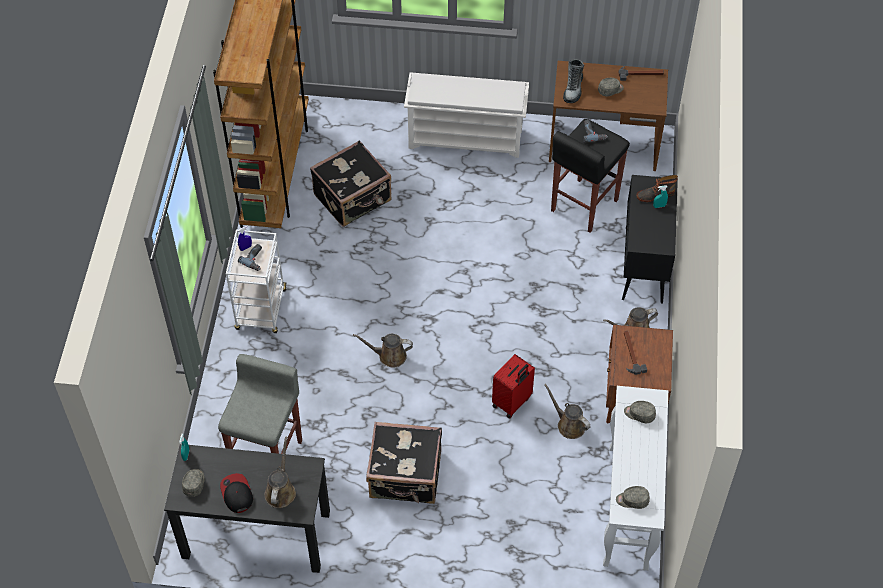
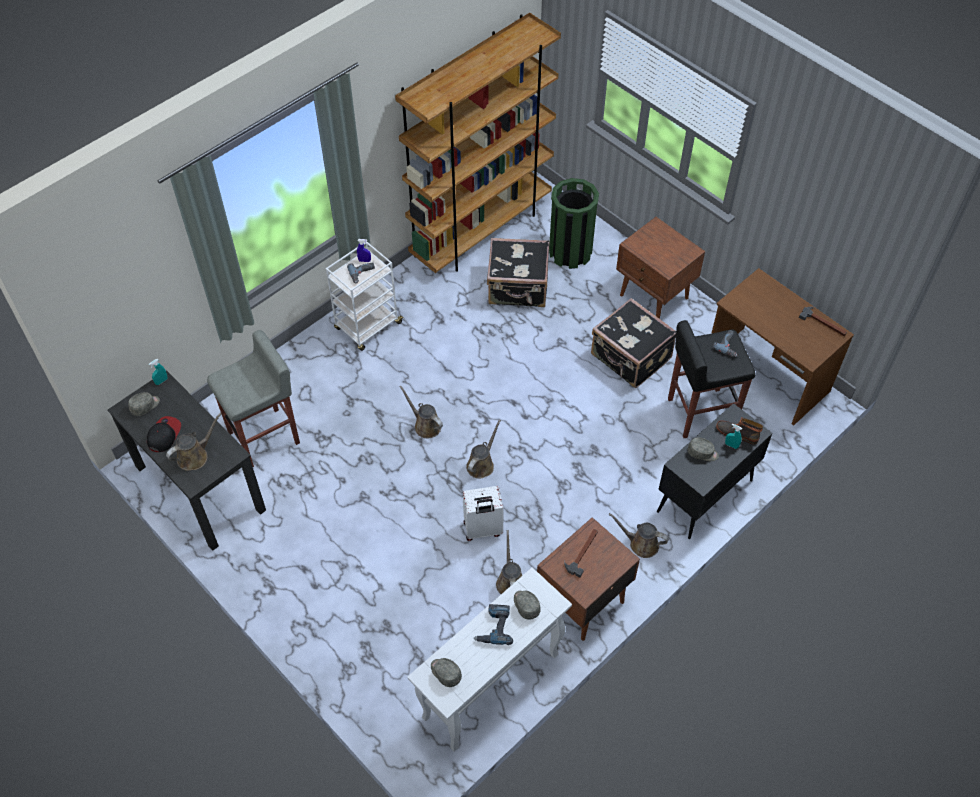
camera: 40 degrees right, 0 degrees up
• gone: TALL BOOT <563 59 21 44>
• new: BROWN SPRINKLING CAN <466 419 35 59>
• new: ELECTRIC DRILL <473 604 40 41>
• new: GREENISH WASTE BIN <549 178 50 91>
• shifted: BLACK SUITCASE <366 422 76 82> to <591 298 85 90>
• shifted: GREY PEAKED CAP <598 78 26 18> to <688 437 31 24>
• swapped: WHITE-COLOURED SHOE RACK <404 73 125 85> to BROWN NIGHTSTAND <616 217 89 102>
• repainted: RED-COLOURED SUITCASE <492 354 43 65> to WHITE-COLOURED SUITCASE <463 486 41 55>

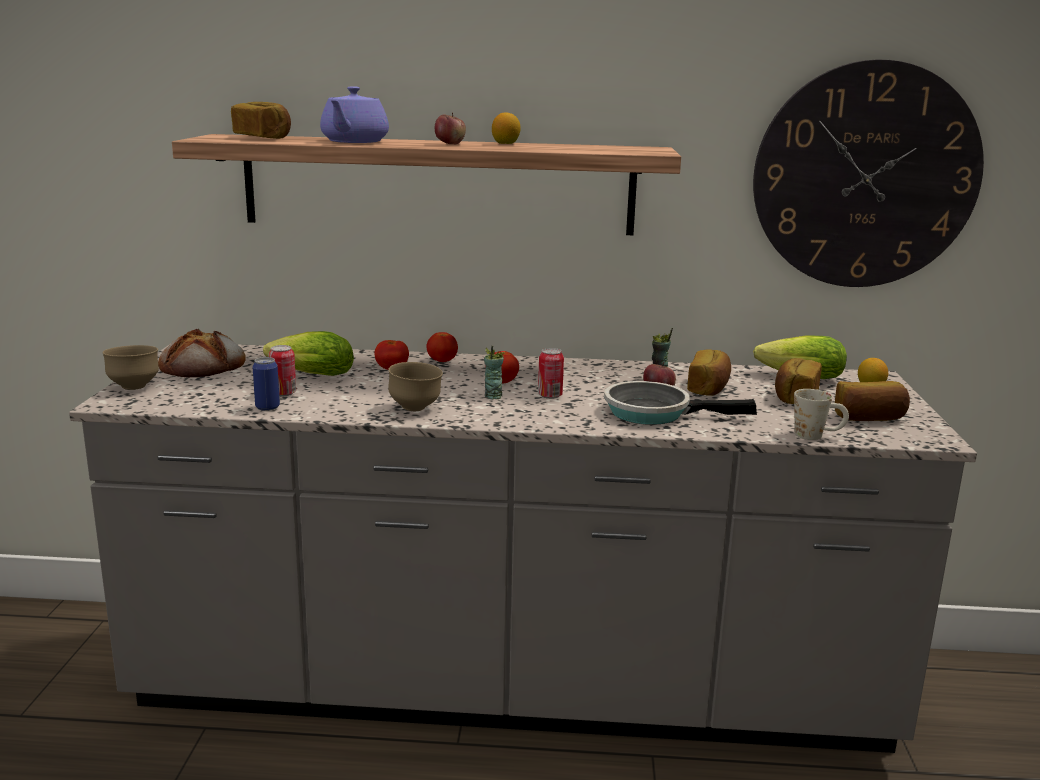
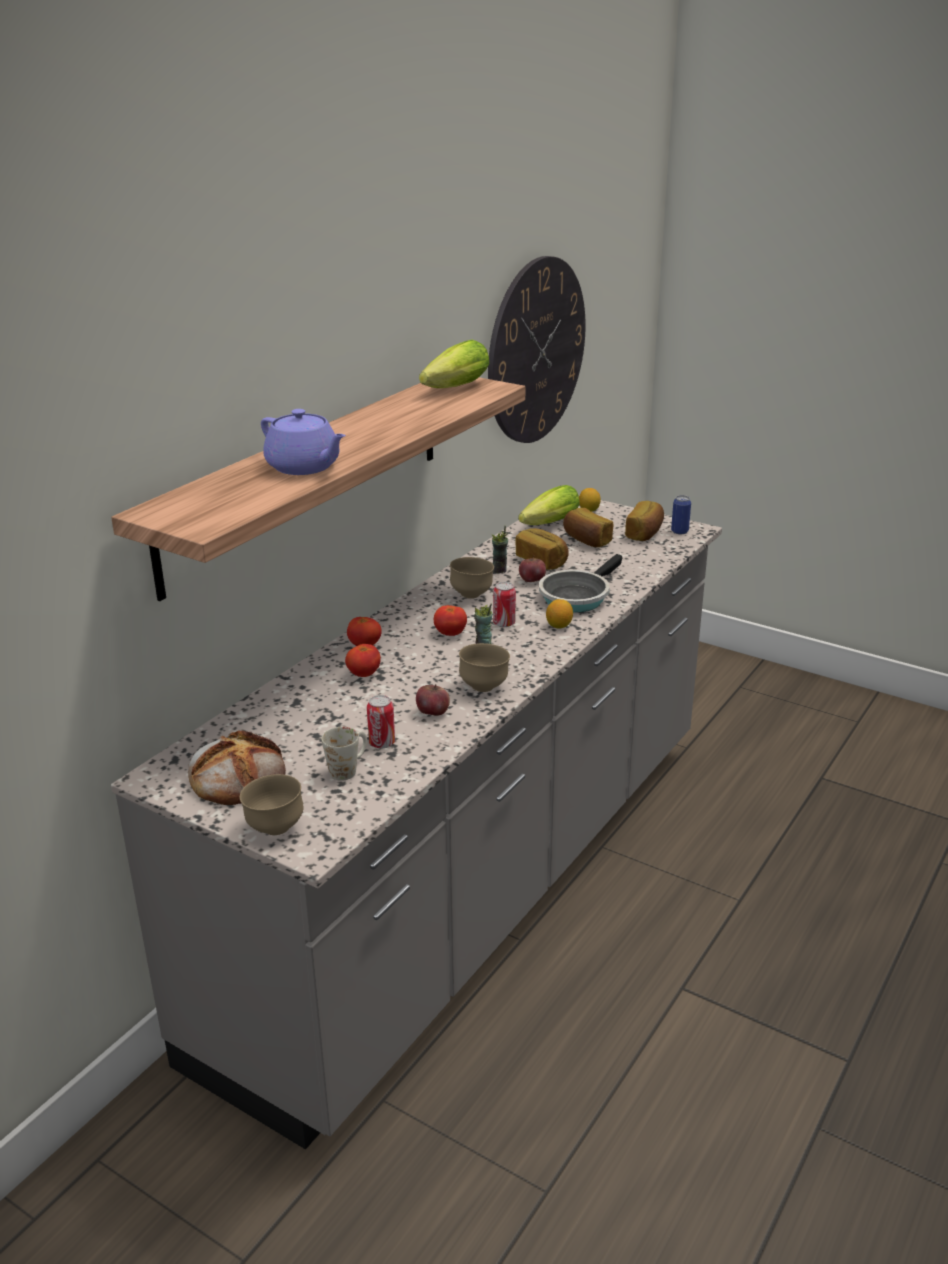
camera: 60 degrees left, 10 degrees up
• gone: BREAD <231 102 60 37>
• new: BROWN BOWL <450 557 44 42>
• shifted: CAN <253 357 27 54> to <671 495 20 39>
• shifted: LETTUCE <263 331 91 45> to <419 340 70 48>
• shifted: APPLE FRUIT <435 112 31 32> to <416 684 34 32>
• shifted: LEMON <492 112 29 32> to <546 599 27 30>
• shifted: WHITE-COLOURED COFFEE MUG <794 389 55 51> to <321 727 46 54>

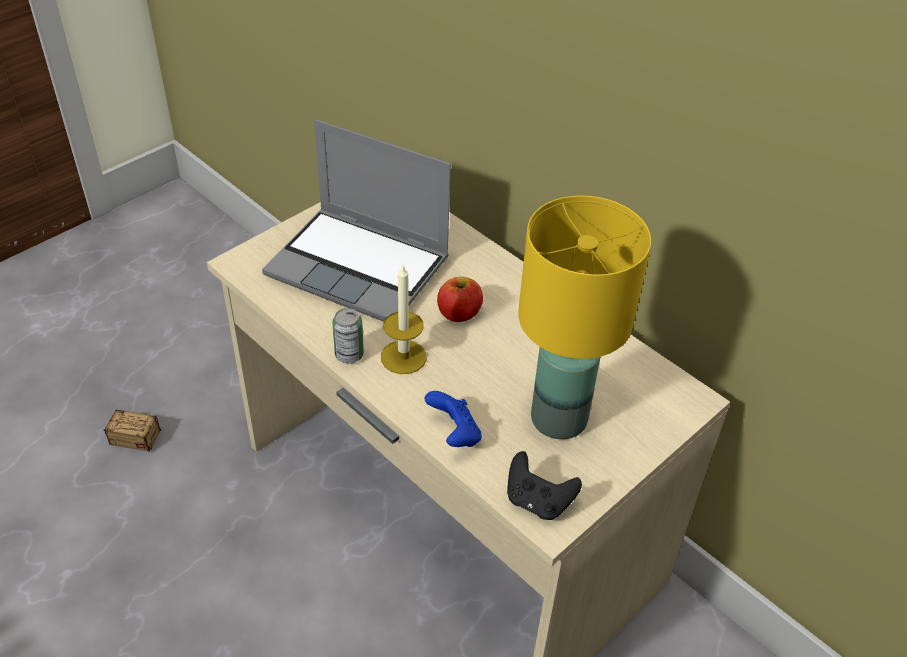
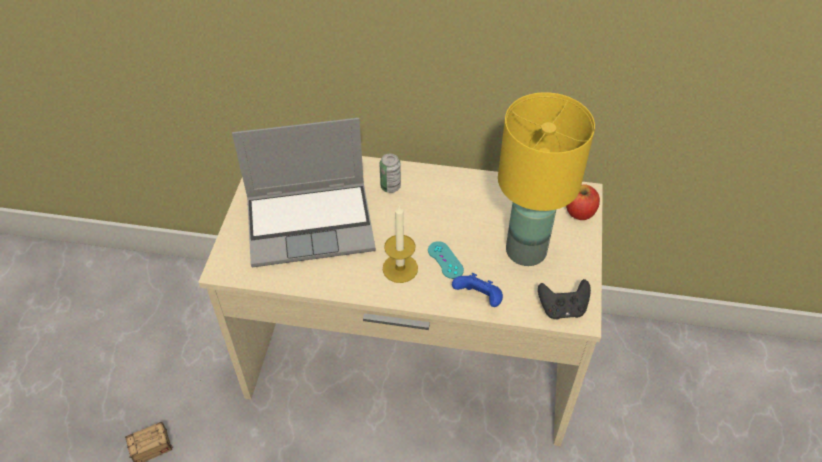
camera: 35 degrees left, 5 degrees up
• new: BLUE-GREEN GAMEPAD <428 241 36 38>
• shifted: CAN <332 308 32 56> to <380 154 21 39>
• shifted: APPLE FRUIT <437 277 46 45> to <566 185 34 35>

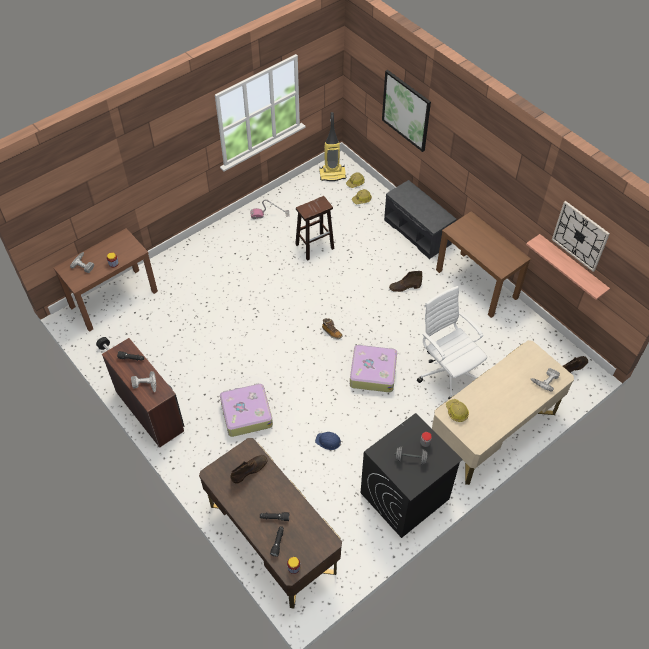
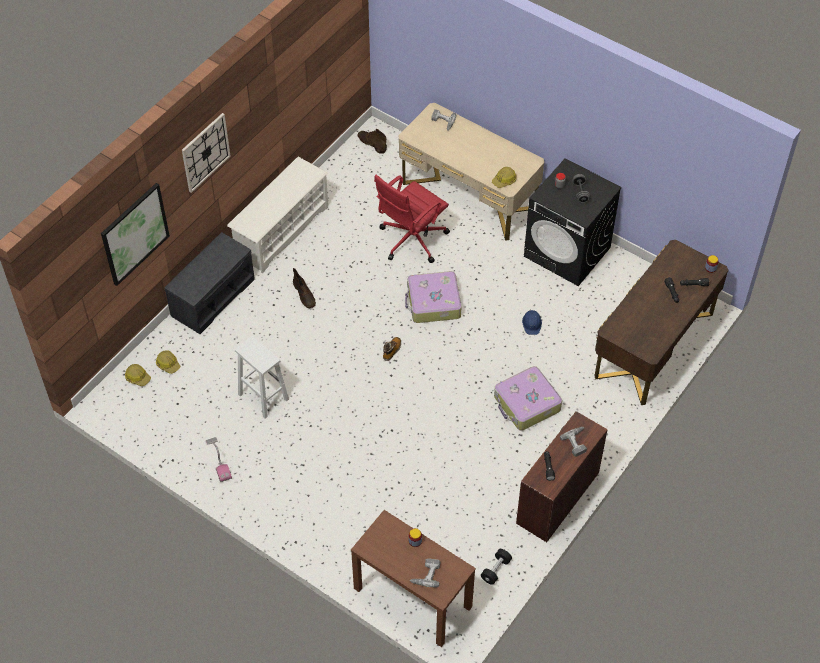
camera: 105 degrees left, 0 degrees up
• gone: BROWN TALL BOOT <230 455 37 29>
• gone: HOOVER <319 112 27 69>
• gone: BRACKET SHELF <526 234 84 66>
• shifted: HANGING CLOCK <552 201 58 71> to <182 113 48 80>
• swapped: BROWN CONSOLE TABLE <436 211 95 107> to WHITE-COLOURED SHOE RACK <227 157 101 116>
• repainted: BROWN STOOL SEAT <295 196 39 65> to WHITE-COLOURED STOOL SEAT <235 336 54 82>
• repainted: WHITE-COLOURED COMPUTER CHAIR <417 286 70 114> to RED-COLOURED COMPUTER CHAIR <374 175 76 88>

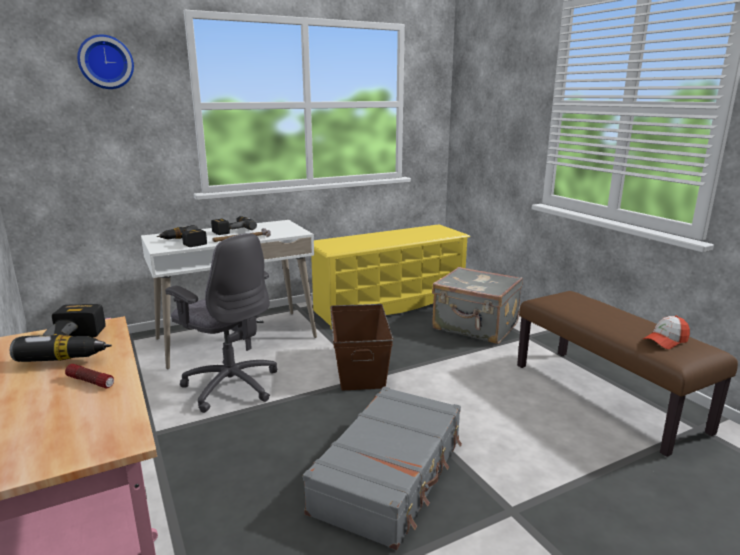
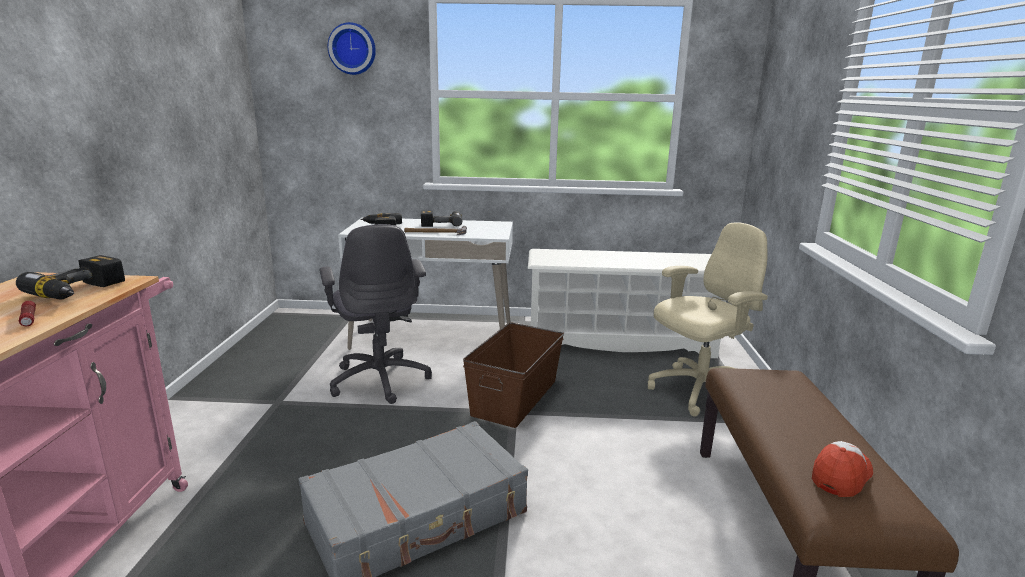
camera: 30 degrees right, 0 degrees up
• swapped: GREY SUITCASE <432 267 91 77> to BEIGE-COLOURED COMPUTER CHAIR <648 222 120 195>
• repainted: YELLOW SHOE RACK <311 224 159 106> to WHITE-COLOURED SHOE RACK <528 249 198 109>
• rotated: PEAKED CAP <643 316 47 33> = <812 441 61 56> 135 degrees clockwise

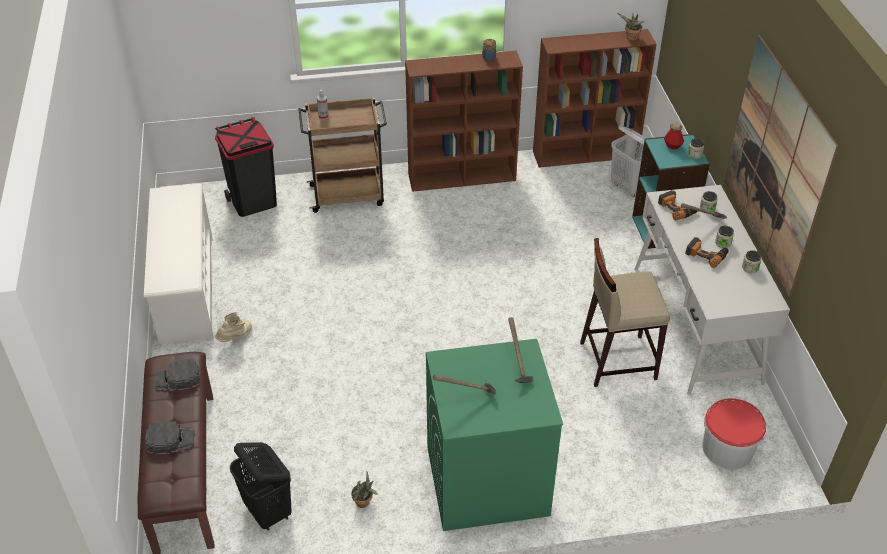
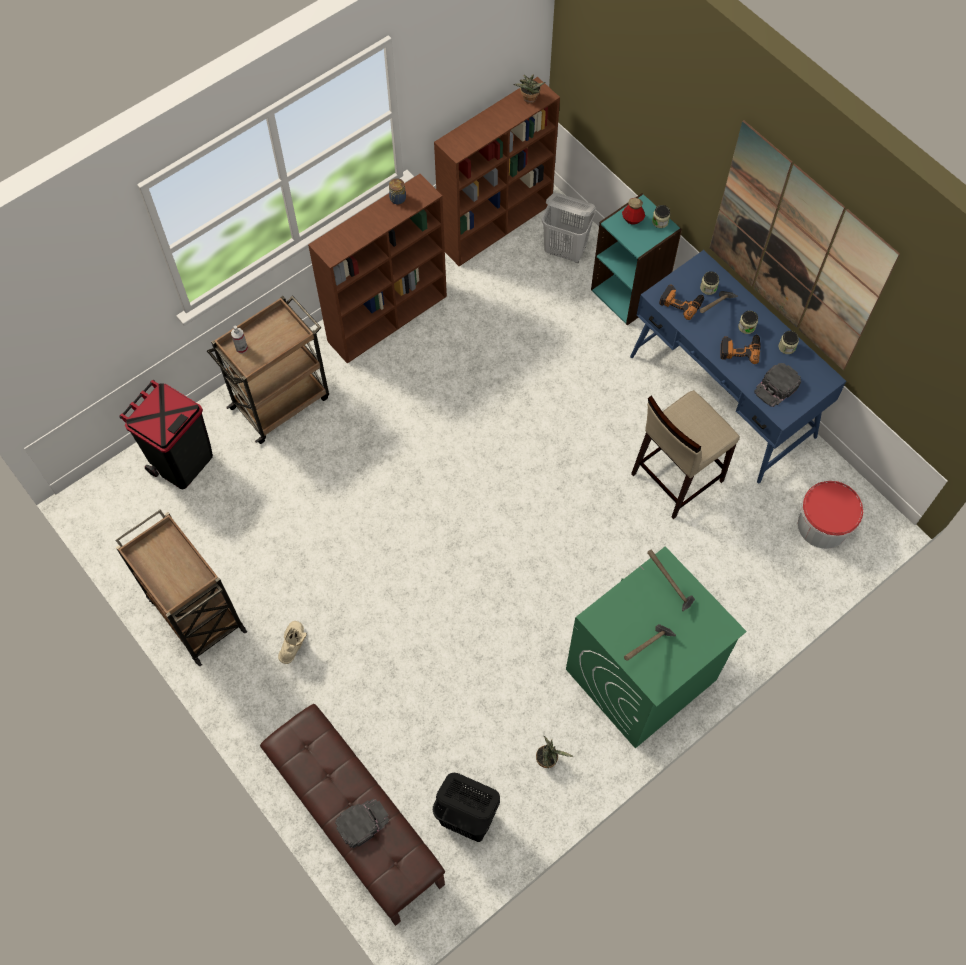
camera: 30 degrees left, 20 degrees up
• shifted: BLACK PEAKED CAP <155 359 45 33> to <754 363 47 44>
• swapped: WHITE-COLOURED SHOE RACK <144 184 69 160> to BROWN CART <116 510 131 156>
• repainted: WHITE-COLOURED DESK UNIT <635 185 155 210> to BLUE-COLOURED DESK UNIT <630 250 216 233>

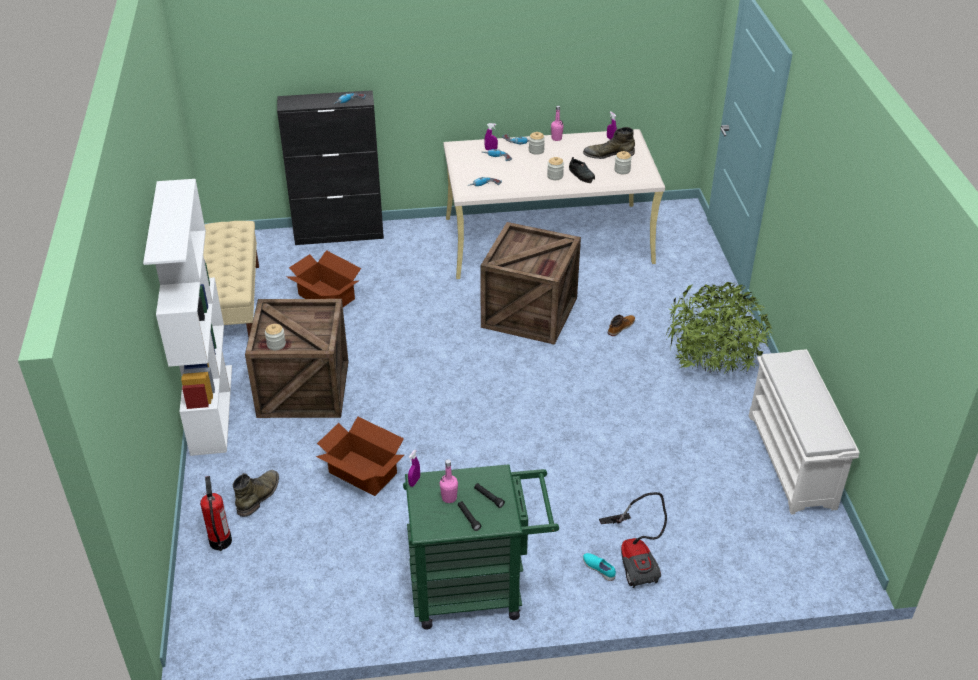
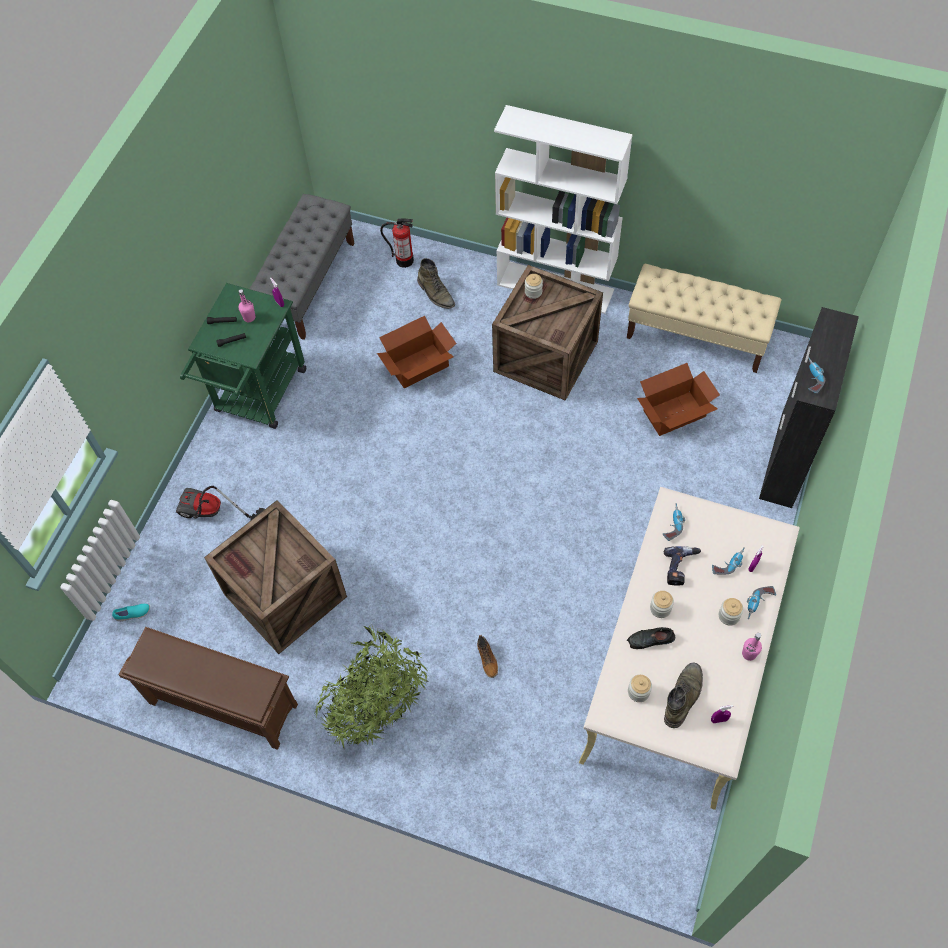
camera: 120 degrees right, 20 degrees up
• new: GREY INDOOR BENCH <250 194 104 146>
• new: ELECTRIC DRILL <664 546 37 40>
• shifted: PACKING CRATE <480 222 101 123> to <204 500 143 154>
• shifted: BLUE-GREEN LOW SHOE <583 553 33 28> to <112 604 38 17>
• repainted: WHITE-COLOURED SHOE RACK <749 349 111 166> to BROWN SHOE RACK <119 627 179 123>

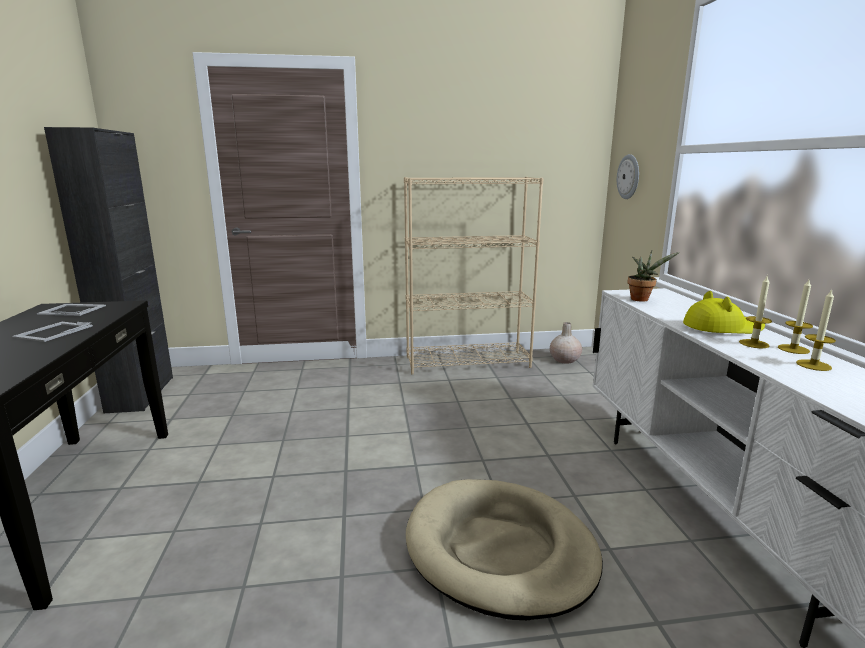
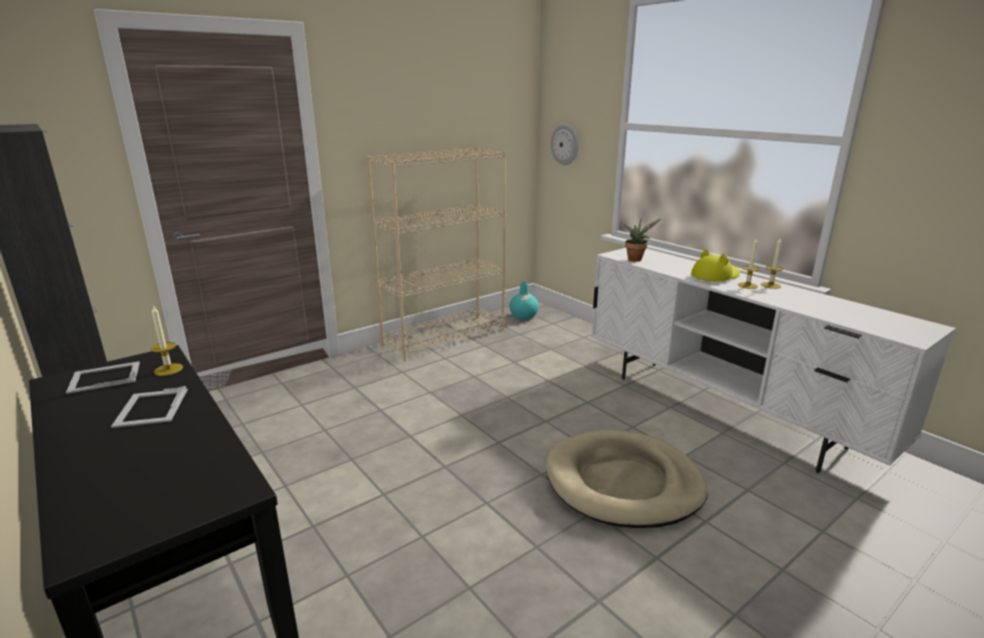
camera: 30 degrees left, 5 degrees up
• shifted: WAX LIGHT <796 289 40 82> to <151 304 32 72>
• repainted: BEIGE-COLOURED VASE <550 322 32 41> to BLUE-GREEN VASE <509 282 30 38>

